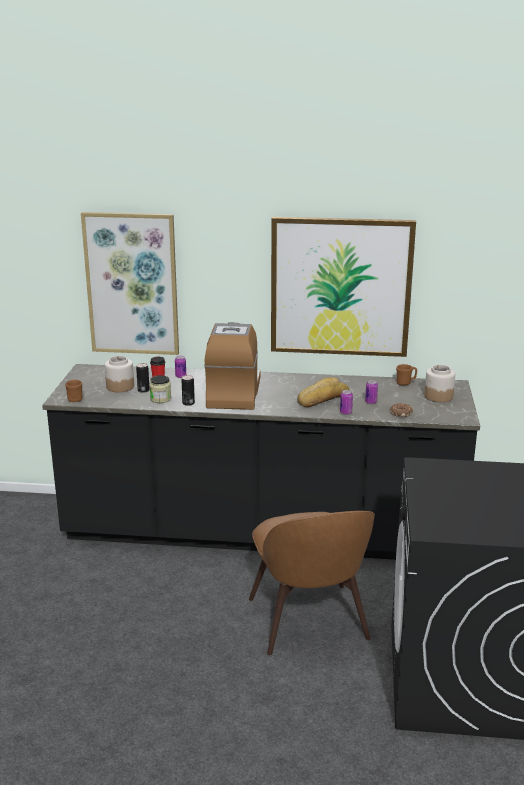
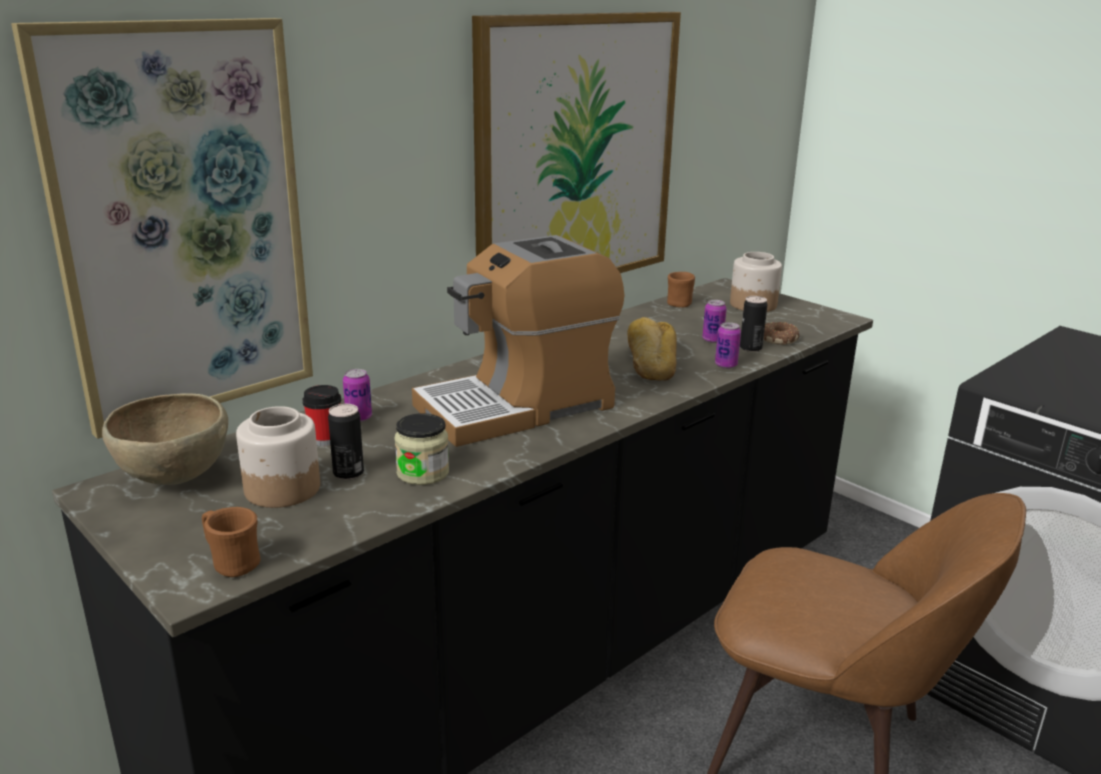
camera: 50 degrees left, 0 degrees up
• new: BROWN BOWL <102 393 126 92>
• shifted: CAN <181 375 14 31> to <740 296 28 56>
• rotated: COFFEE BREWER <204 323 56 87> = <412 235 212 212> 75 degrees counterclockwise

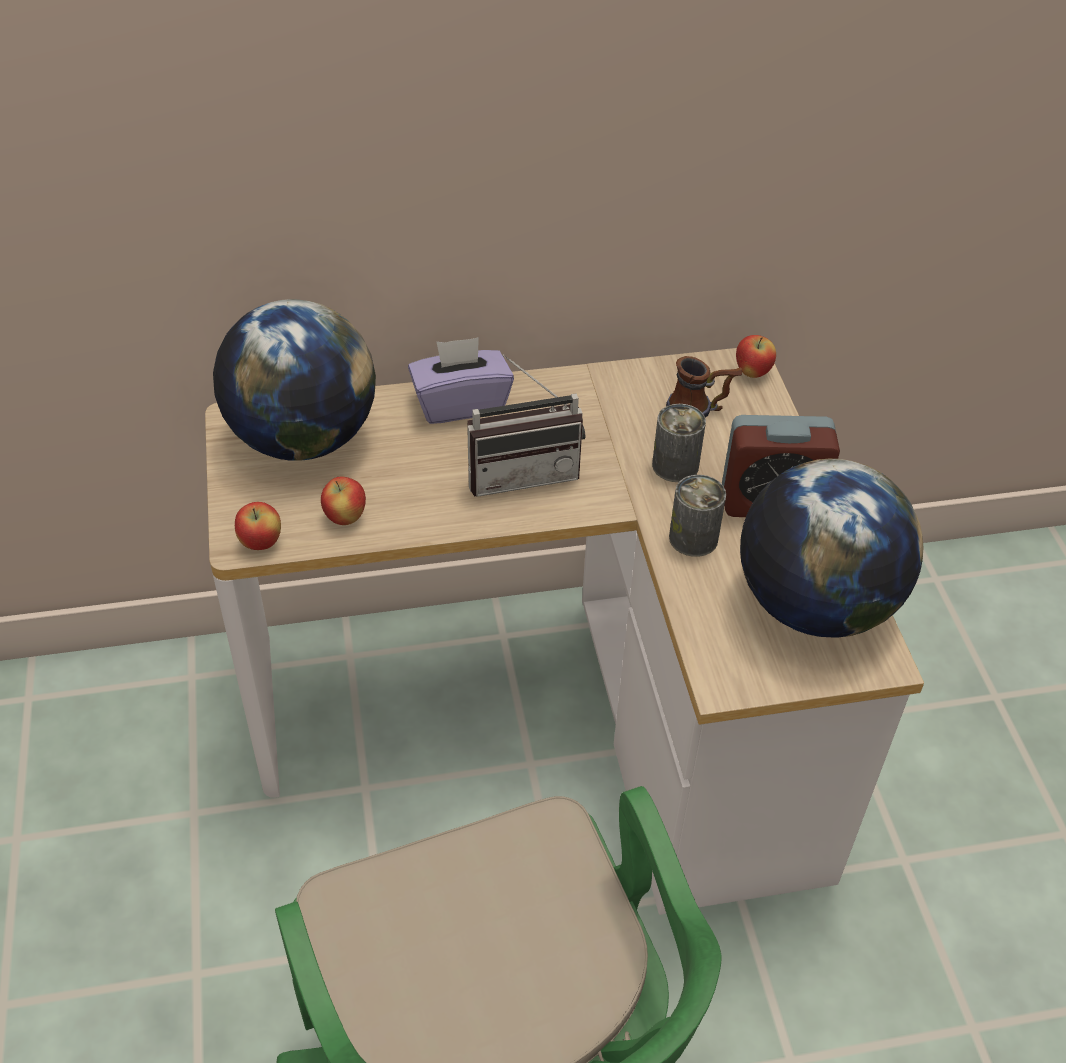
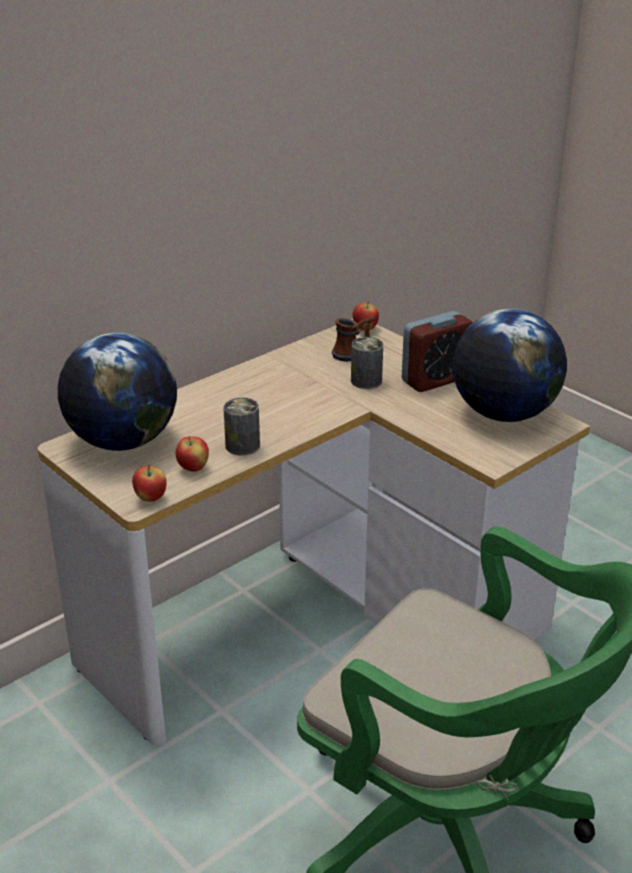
camera: 30 degrees left, 15 degrees down
• gone: PURPLE-COLOURED TISSUE HOLDER <408 337 106 87>
• gone: RADIO SET <467 354 118 143>
• shifted: CAN <669 475 57 82> to <224 398 36 58>

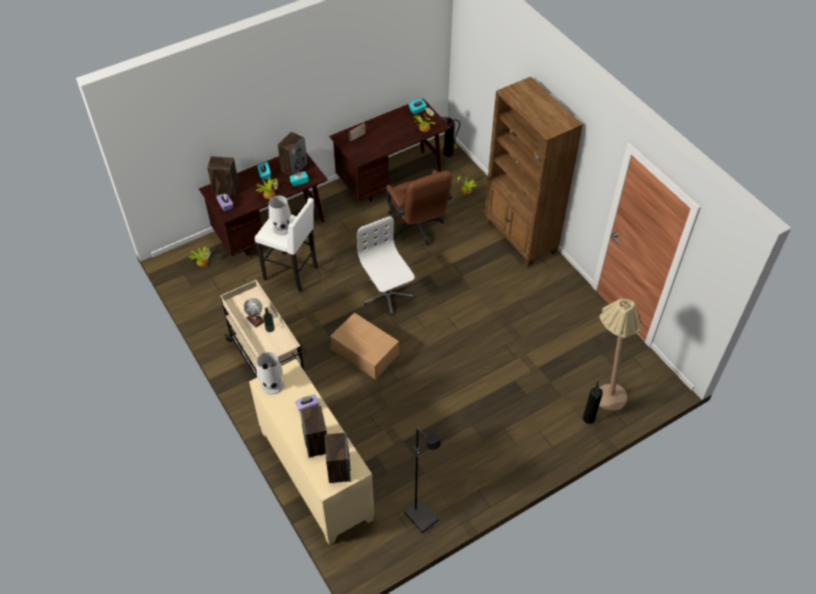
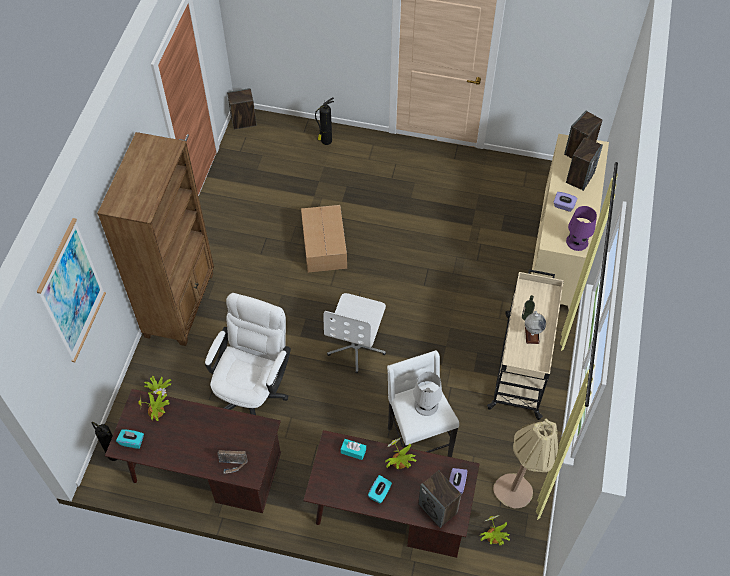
camera: 135 degrees left, 5 degrees up
• gone: BLACK STANDING LAMP <404 426 37 107>
• new: PICTURE <37 218 69 144>
• shifted: AUDIO SPEAKER <278 132 29 44> to <227 88 30 42>
• shifted: CARTON <330 313 69 67> to <301 205 46 68>
• shifted: BEIGE-COLOURED STANDING LAMP <599 298 43 112> to <493 419 66 89>
• repainted: WHITE-COLOURED TABLETOP LAMP <257 352 26 43> to PURPLE-COLOURED TABLETOP LAMP <566 206 31 45>
• repainted: BROWN COMPUTER CHAIR <386 170 66 75> to WHITE-COLOURED COMPUTER CHAIR <205 293 86 122>

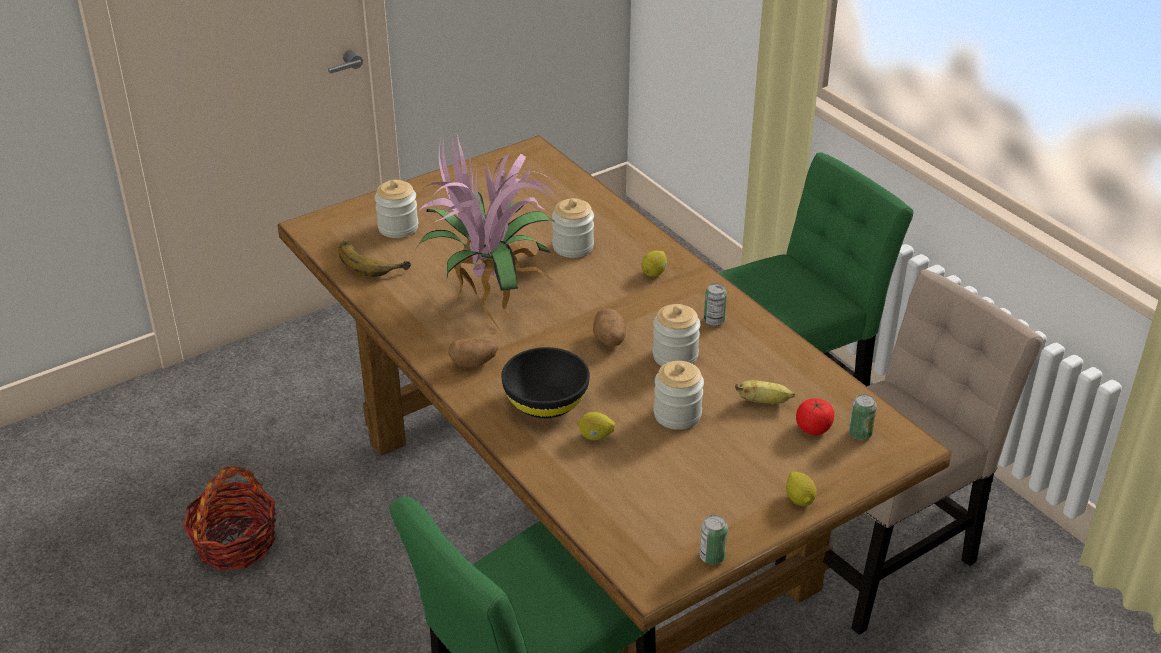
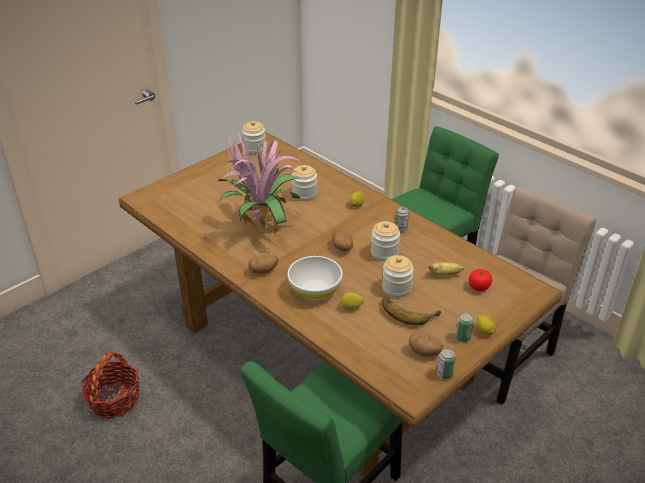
camera: 10 degrees left, 0 degrees up
• new: POTATO <409 333 34 24>
• shifted: BANANA <338 241 73 36> to <382 298 59 27>
• shifted: STORAGE JAR <375 180 43 58> to <242 121 23 33>
• shifted: CAN <849 394 28 46> to <455 313 19 29>
• repainted: BLACK BOWL <501 347 89 71> to WHITE-COLOURED BOWL <288 256 55 44>

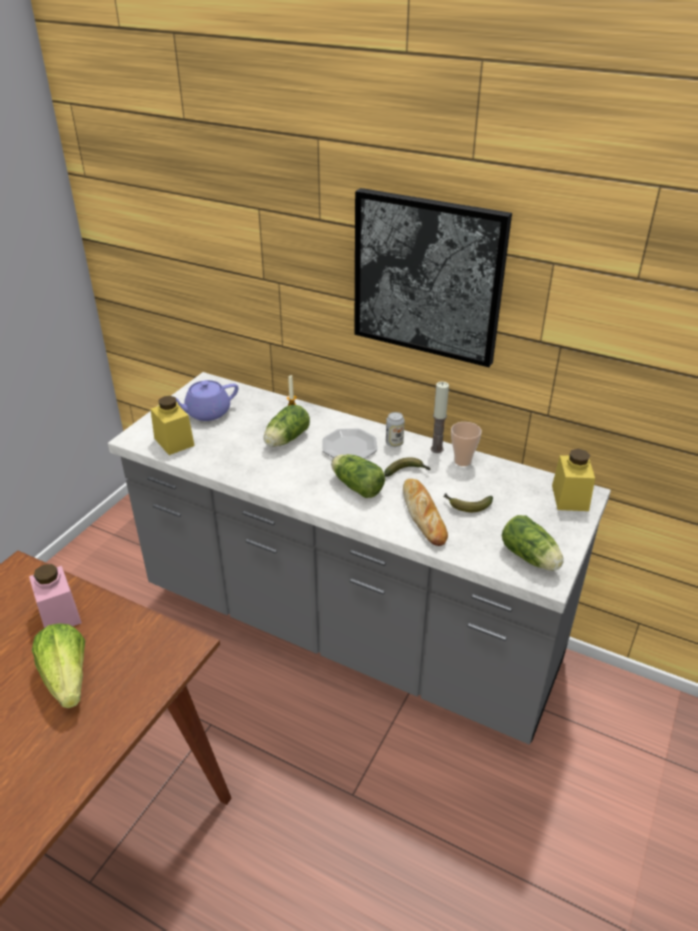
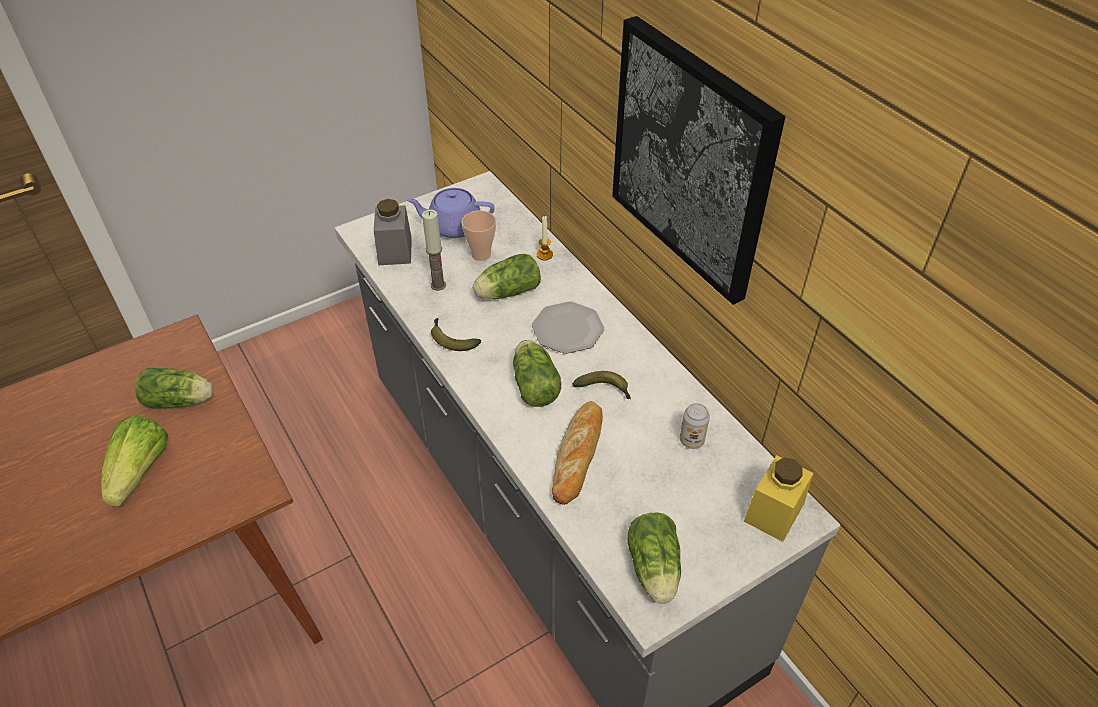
camera: 30 degrees right, 10 degrees up
• shifted: CAN <386 412 19 35> to <680 403 30 46>
• shifted: WAX LIGHT <431 382 18 71> to <422 210 24 81>
• shifted: BANANA <443 493 50 19> to <431 318 50 33>
• shifted: CUP <451 422 31 44> to <462 211 34 50>
• swapped: PINK-COLOURED STORAGE JAR <29 564 53 64> to LETTUCE <135 368 78 41>
• repainted: YELLOW STORAGE JAR <150 396 45 59> to GREY STORAGE JAR <374 199 38 66>

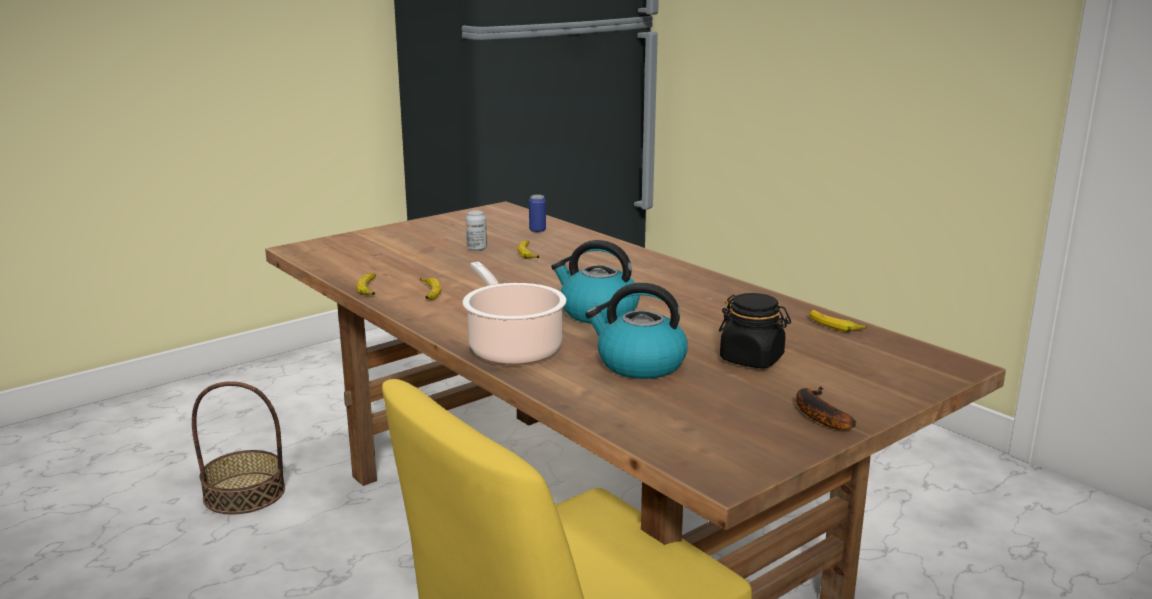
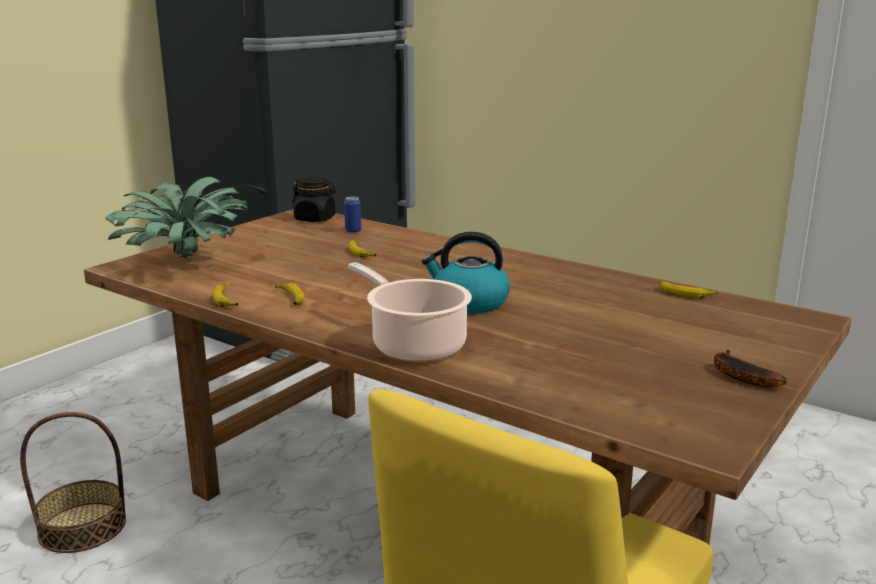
camera: 15 degrees left, 0 degrees up
• gone: CAN <466 210 21 41>
• gone: KETTLE <585 283 103 96>
• new: PLANT IN A POT <105 176 164 86>
• shifted: BLACK STORAGE JAR <719 293 72 75> to <292 177 44 45>

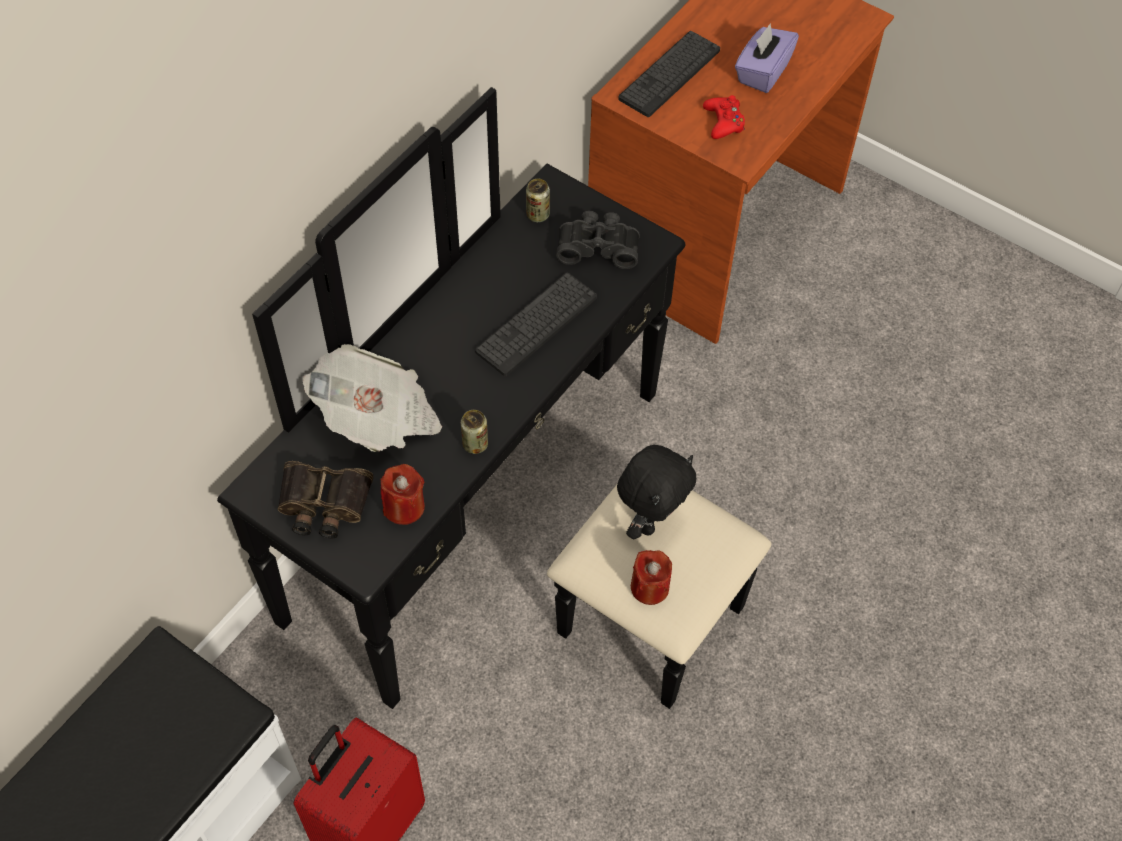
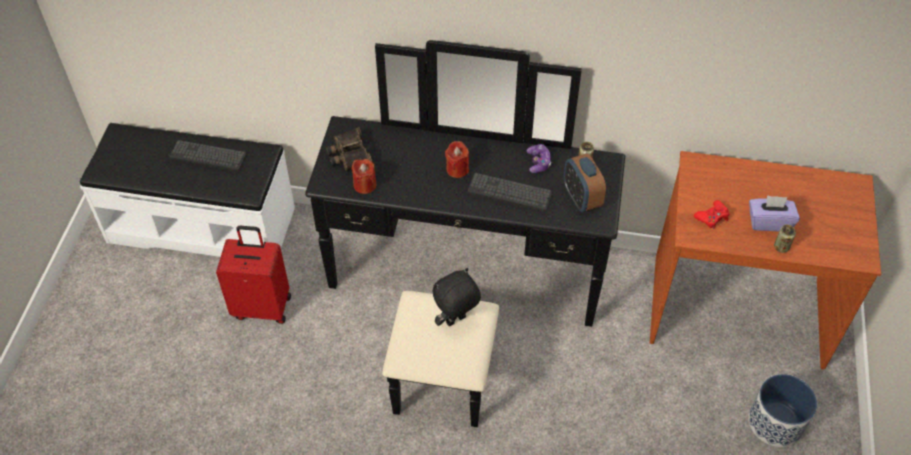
camera: 65 degrees right, 5 degrees down
• gone: NEWSPAPER <303 344 139 108>
• new: GAMEPAD <526 144 25 29>
• new: PLANT POT <748 374 69 73>
• shifted: CAN <461 410 27 44> to <774 225 22 28>
• shifted: KEYBOARD <618 31 102 86> to <169 140 78 31>
• shifted: RED-COLOURED WAX LIGHT <631 550 41 55> to <445 141 24 37>
• swapped: BLACK PAIR OF BINOCULARS <556 211 84 58> to BEDSIDE CLOCK <564 153 42 59>
• rotated: BLACK PLUSH TOY <617 445 79 94> = <433 268 48 58> 135 degrees clockwise

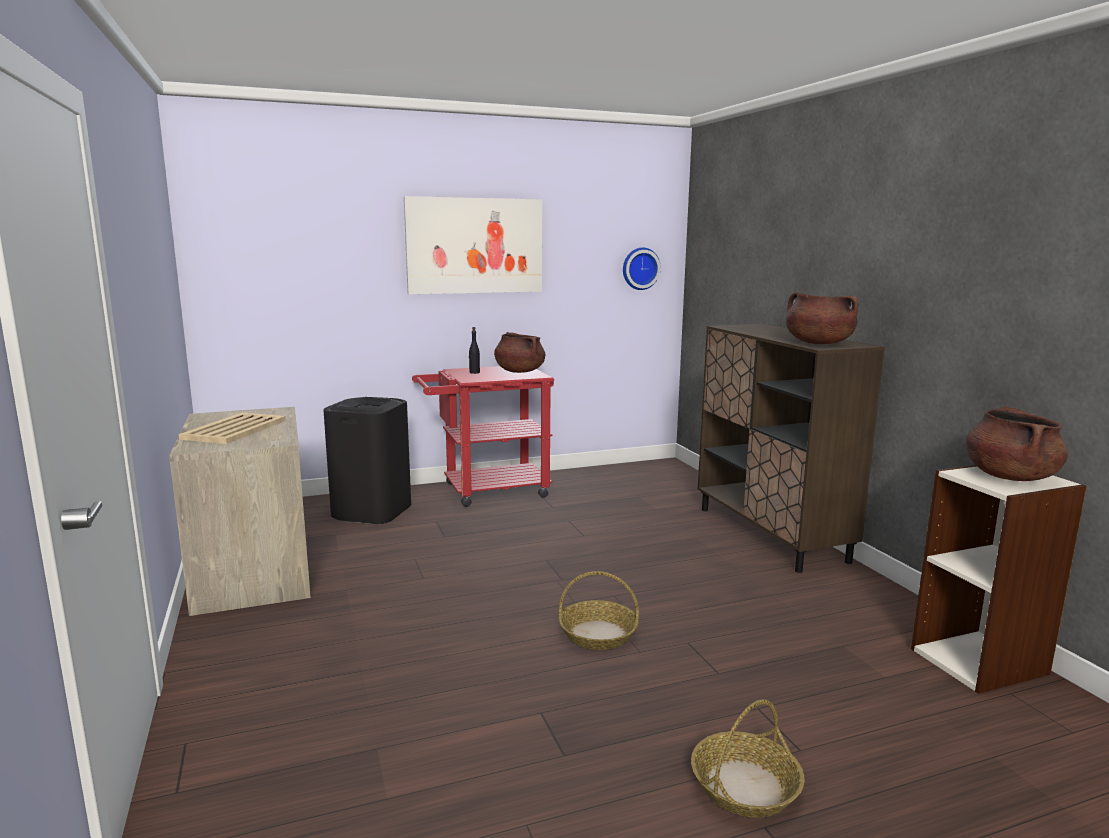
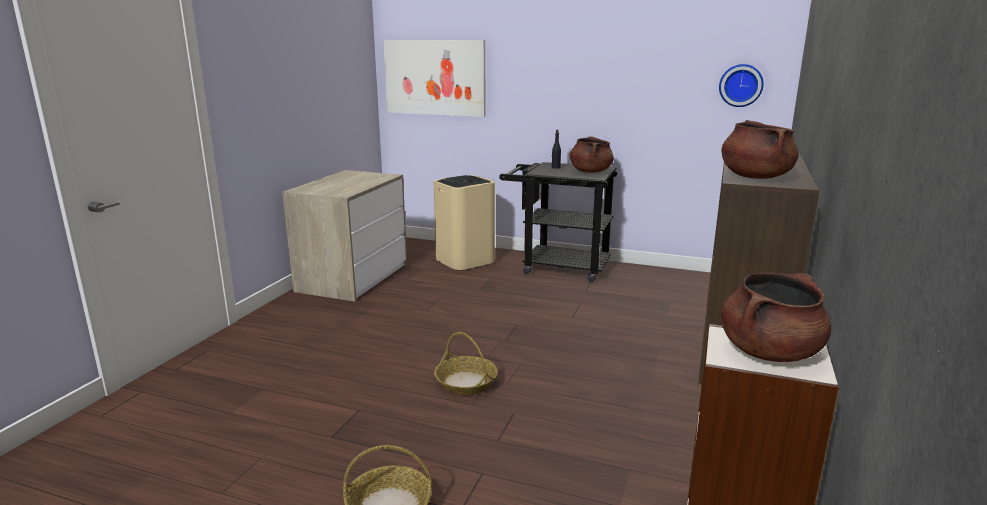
camera: 40 degrees right, 5 degrees up
• gone: BEIGE-COLOURED TRAY <179 412 107 32>
• shifted: PICTURE <404 196 138 98> to <383 40 103 77>
• repainted: BLACK WASTE BIN <323 397 88 127> to BEIGE-COLOURED WASTE BIN <433 175 62 96>
• repainted: RED-COLOURED CART <412 366 142 141> to BLACK CART <499 162 118 120>

